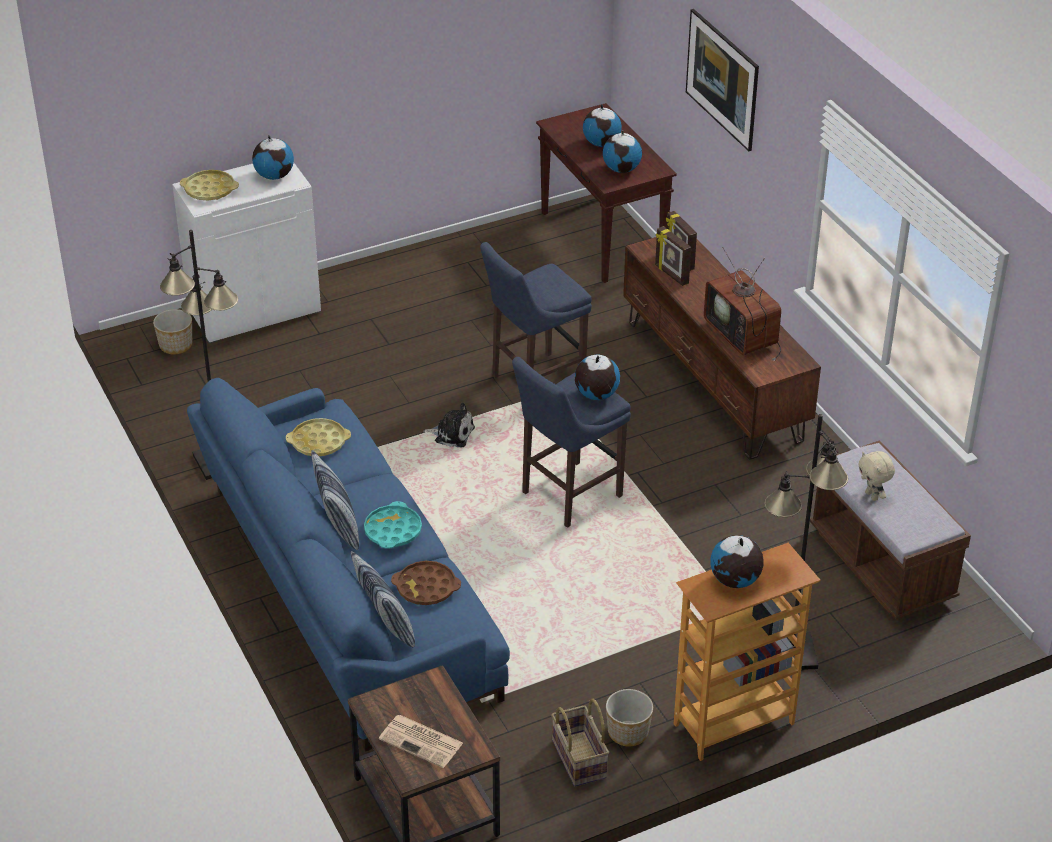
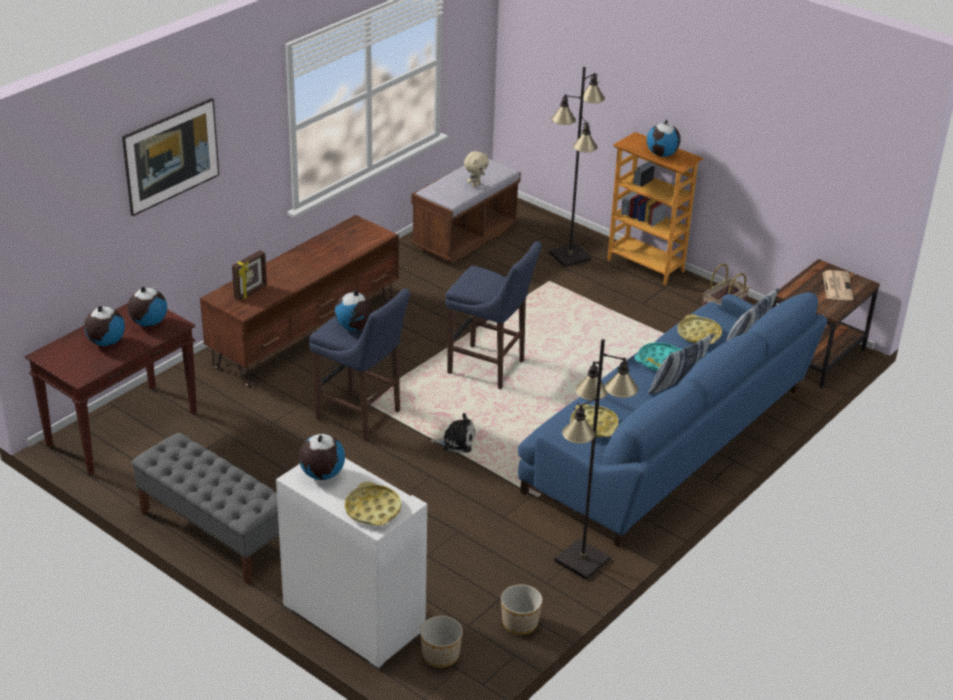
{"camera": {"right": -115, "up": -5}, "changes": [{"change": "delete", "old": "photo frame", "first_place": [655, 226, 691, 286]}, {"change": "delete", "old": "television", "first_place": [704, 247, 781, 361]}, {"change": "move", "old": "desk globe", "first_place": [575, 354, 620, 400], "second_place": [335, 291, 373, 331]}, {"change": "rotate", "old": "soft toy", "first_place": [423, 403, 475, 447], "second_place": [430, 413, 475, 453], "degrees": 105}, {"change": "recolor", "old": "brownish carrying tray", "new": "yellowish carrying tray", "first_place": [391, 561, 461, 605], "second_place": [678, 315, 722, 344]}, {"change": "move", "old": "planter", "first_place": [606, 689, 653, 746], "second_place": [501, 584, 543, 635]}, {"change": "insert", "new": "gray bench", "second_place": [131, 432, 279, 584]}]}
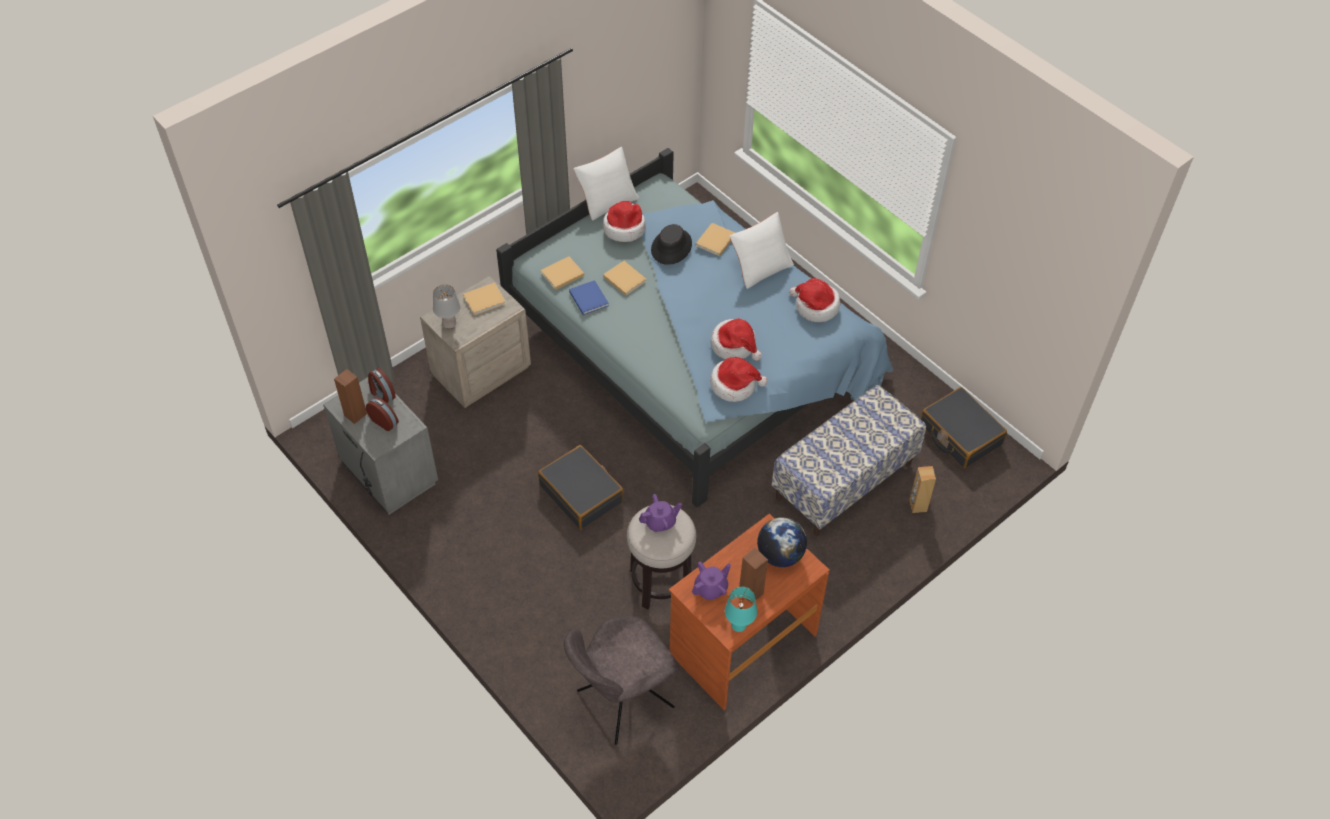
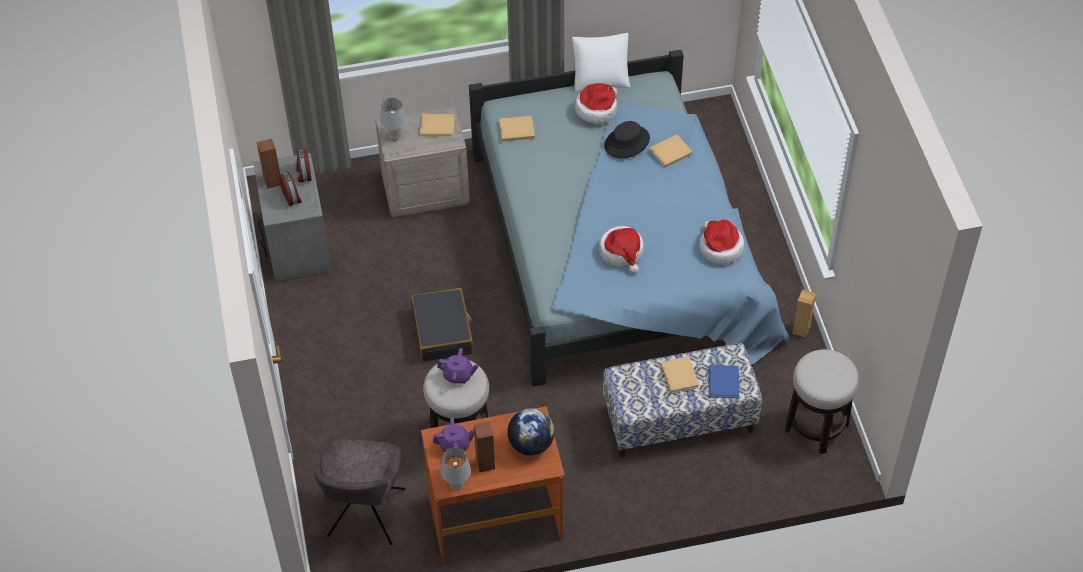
{"camera": {"right": 30, "up": 0}, "changes": [{"change": "delete", "old": "white-coloured cushion", "first_place": [730, 212, 794, 289]}, {"change": "move", "old": "beige-coloured volume", "first_place": [603, 261, 647, 296], "second_place": [661, 356, 699, 393]}, {"change": "move", "old": "bluish volume", "first_place": [569, 280, 609, 315], "second_place": [709, 365, 739, 398]}, {"change": "delete", "old": "clothing hat", "first_place": [710, 357, 768, 402]}, {"change": "replace", "old": "blackish travel case", "new": "sitting stool", "first_place": [921, 387, 1007, 469], "second_place": [785, 349, 859, 454]}, {"change": "move", "old": "brownish speaker", "first_place": [909, 466, 936, 513], "second_place": [792, 289, 816, 338]}, {"change": "recolor", "old": "blue-green lamp for a table", "new": "gray lamp for a table", "first_place": [725, 587, 757, 632], "second_place": [441, 447, 471, 490]}, {"change": "rotate", "old": "gray plain chair", "first_place": [564, 616, 678, 745], "second_place": [314, 438, 405, 545], "degrees": -75}]}
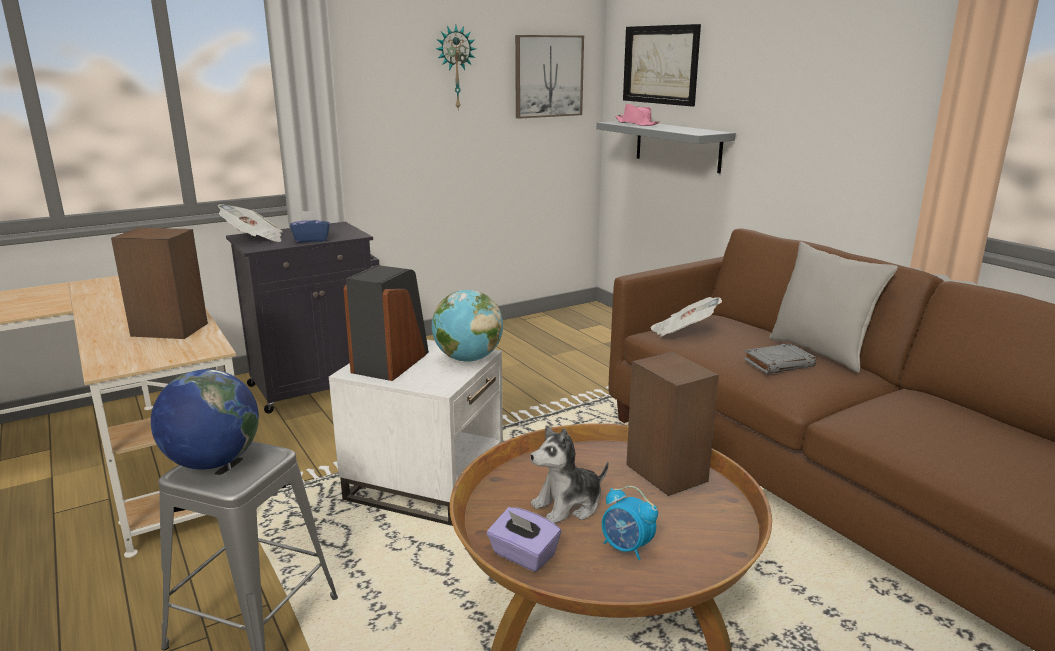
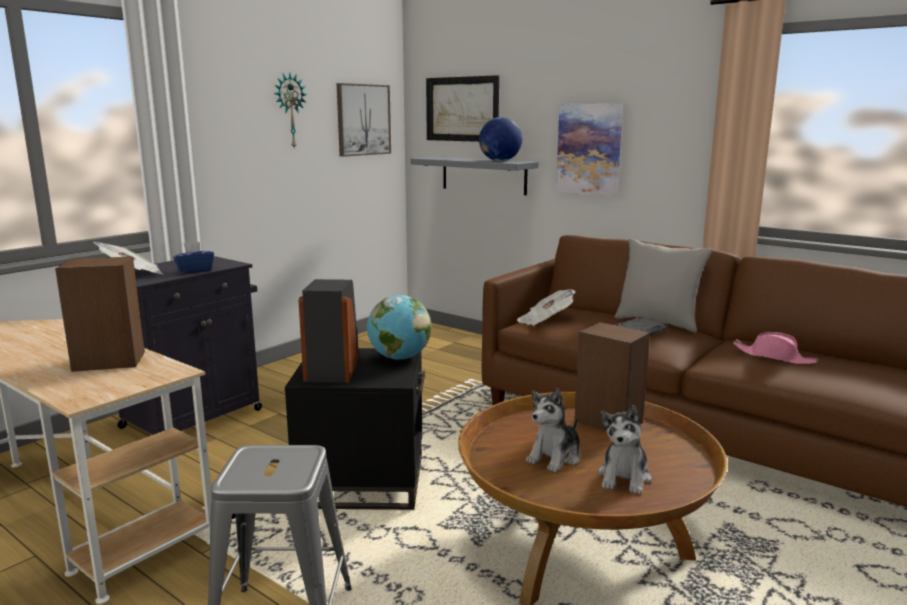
{"camera": {"right": -20, "up": -5}, "changes": [{"change": "move", "old": "pink-coloured clothing hat", "first_place": [615, 104, 660, 126], "second_place": [733, 332, 819, 364]}, {"change": "recolor", "old": "white-coloured accent table", "new": "blackish accent table", "first_place": [329, 340, 503, 526], "second_place": [285, 348, 425, 510]}, {"change": "move", "old": "desk globe", "first_place": [151, 369, 259, 470], "second_place": [479, 117, 522, 161]}, {"change": "replace", "old": "table clock", "new": "soft toy", "first_place": [602, 486, 658, 560], "second_place": [598, 405, 652, 494]}, {"change": "delete", "old": "purplish box of tissues", "first_place": [487, 507, 561, 572]}, {"change": "insert", "new": "picture", "second_place": [556, 103, 623, 196]}]}
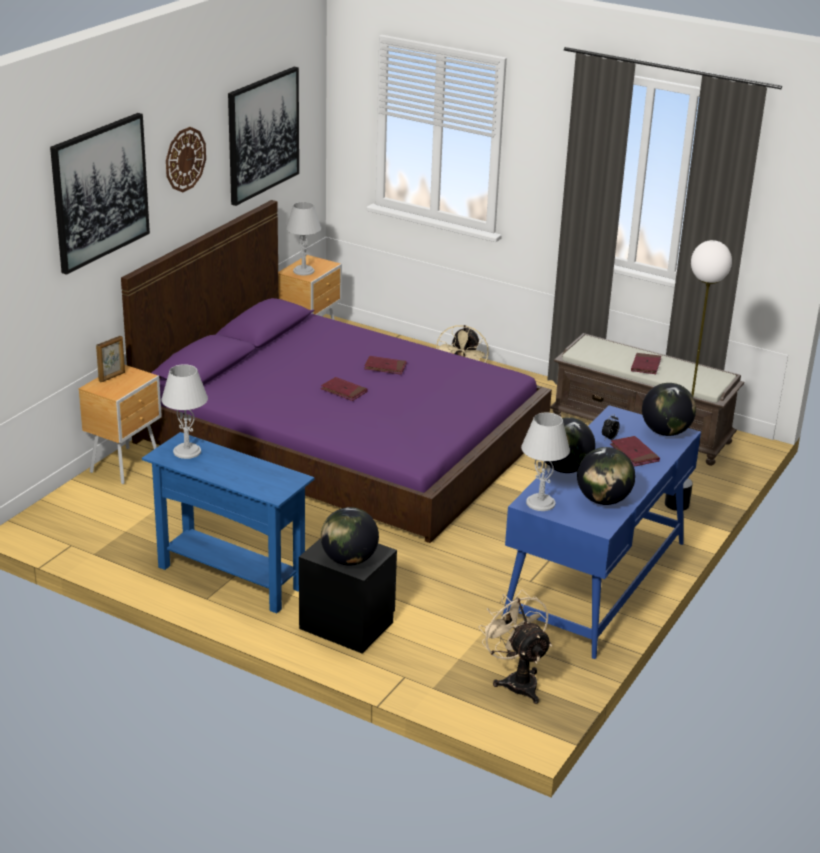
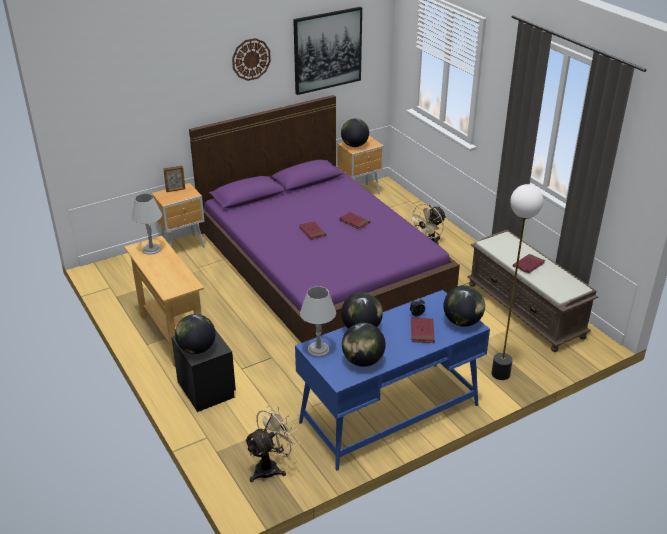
{"camera": {"right": 30, "up": 5}, "changes": [{"change": "delete", "old": "picture", "first_place": [50, 113, 150, 275]}, {"change": "replace", "old": "gray lamp for a table", "new": "desk globe", "first_place": [286, 202, 321, 275], "second_place": [341, 119, 369, 147]}, {"change": "recolor", "old": "bluish hall table", "new": "beige-coloured hall table", "first_place": [142, 432, 314, 614], "second_place": [124, 236, 204, 367]}, {"change": "rotate", "old": "beige-coloured fan", "first_place": [478, 590, 552, 704], "second_place": [244, 406, 300, 482], "degrees": 45}]}
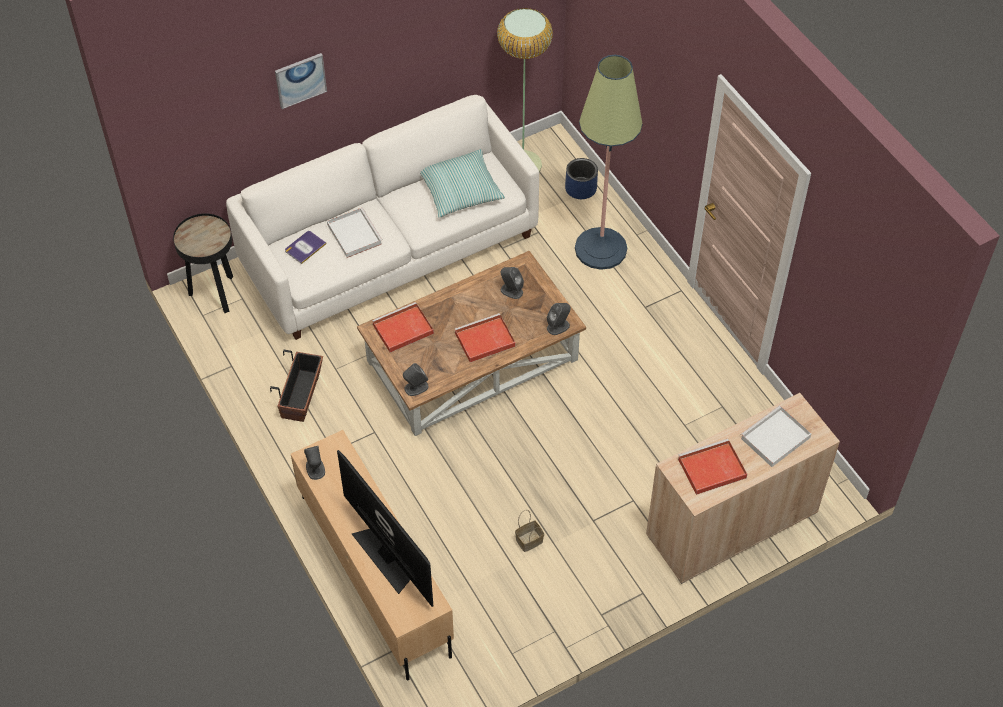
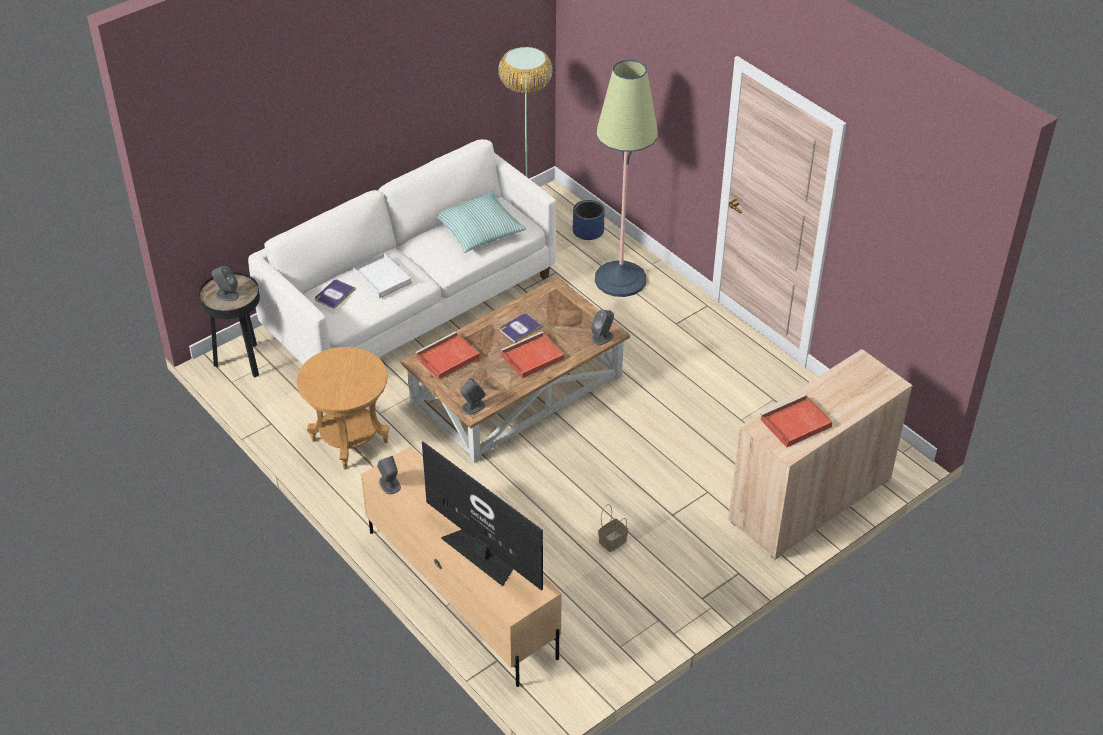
{"camera": {"right": -10, "up": -10}, "changes": [{"change": "delete", "old": "picture", "first_place": [275, 53, 327, 109]}, {"change": "move", "old": "gray speaker", "first_place": [500, 267, 524, 299], "second_place": [212, 266, 239, 301]}, {"change": "replace", "old": "planter", "new": "brownish accent table", "first_place": [270, 350, 323, 422], "second_place": [297, 347, 389, 469]}, {"change": "delete", "old": "white-coloured carrying tray", "first_place": [741, 406, 811, 467]}, {"change": "insert", "new": "volume", "second_place": [500, 313, 542, 343]}]}
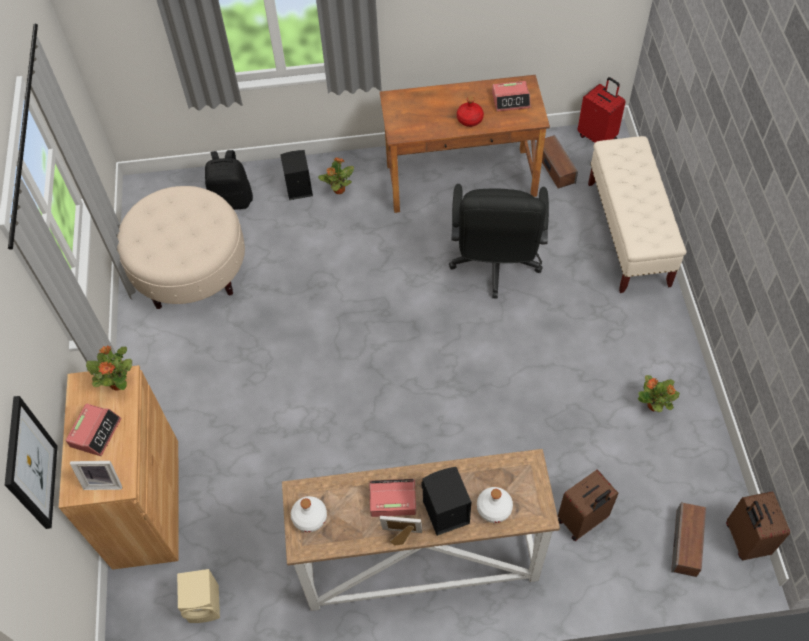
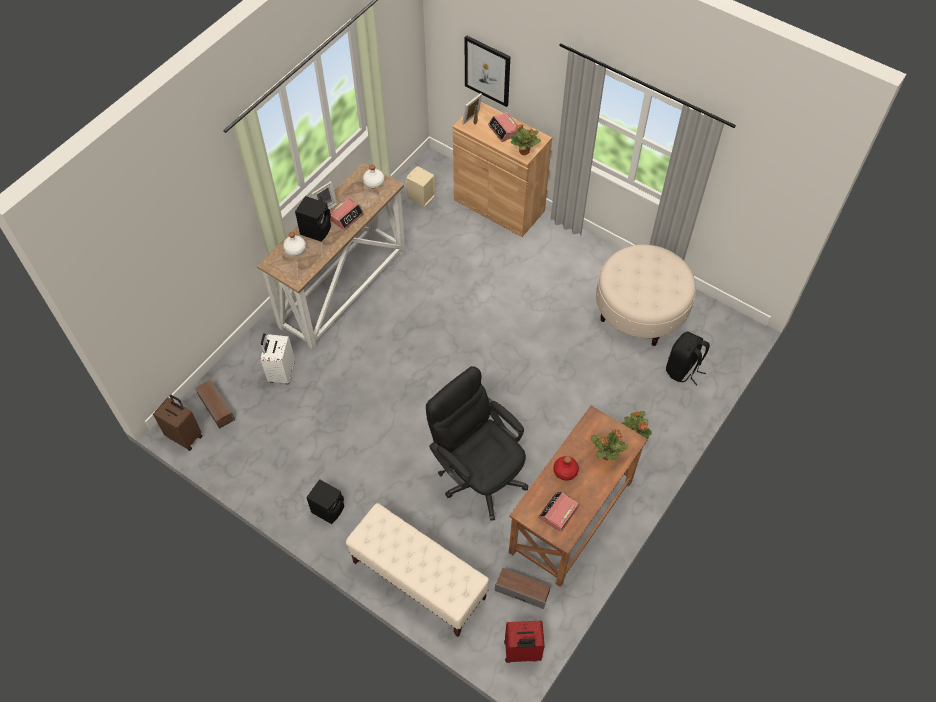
{"camera": {"right": 130, "up": 0}, "changes": [{"change": "move", "old": "blackish speaker", "first_place": [280, 150, 313, 200], "second_place": [306, 479, 344, 524]}, {"change": "move", "old": "plant in a pot", "first_place": [638, 375, 680, 412], "second_place": [591, 429, 629, 461]}, {"change": "recolor", "old": "brownish travel case", "new": "white-coloured travel case", "first_place": [558, 469, 618, 541], "second_place": [261, 333, 295, 384]}]}
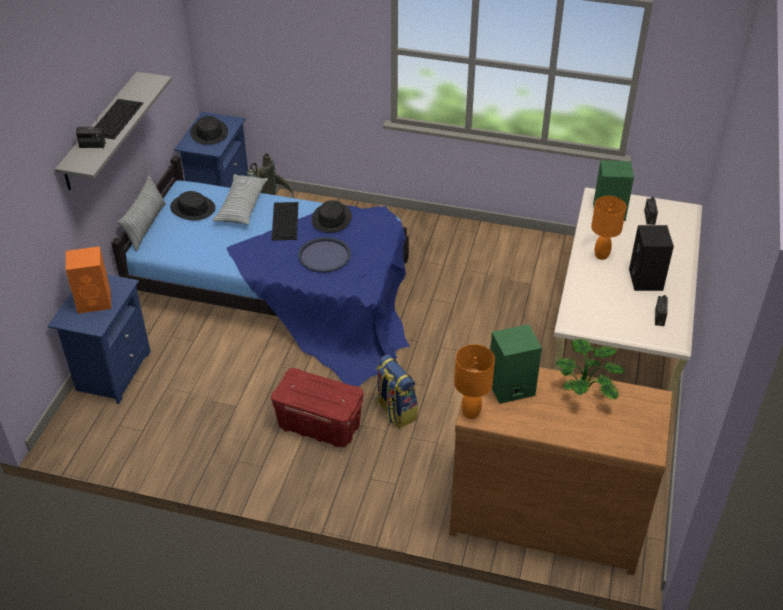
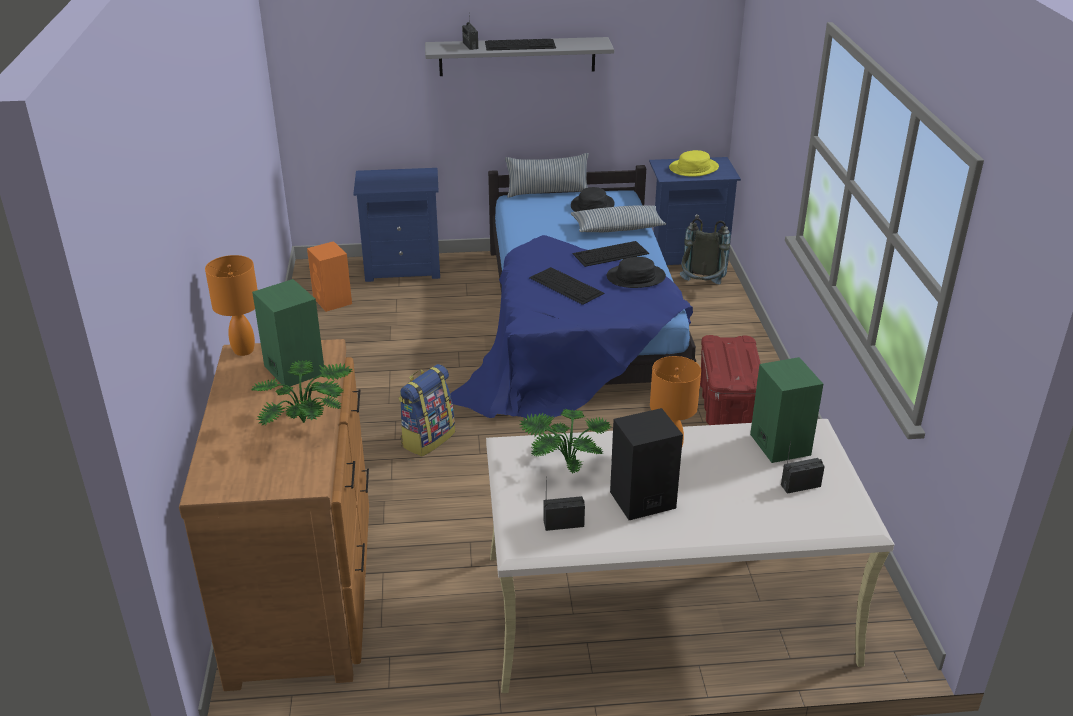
{"camera": {"right": 70, "up": -10}, "changes": [{"change": "recolor", "old": "blackish clothing hat", "new": "yellowish clothing hat", "first_place": [190, 116, 228, 145], "second_place": [669, 150, 719, 177]}, {"change": "replace", "old": "bluish carrying tray", "new": "computer keyboard", "first_place": [298, 237, 351, 273], "second_place": [529, 267, 604, 305]}, {"change": "move", "old": "orange-coloured speaker", "first_place": [66, 246, 111, 314], "second_place": [307, 241, 352, 312]}, {"change": "move", "old": "reddish storage container", "first_place": [271, 368, 364, 447], "second_place": [700, 335, 761, 425]}, {"change": "insert", "new": "plant in a pot", "second_place": [519, 409, 612, 473]}]}
